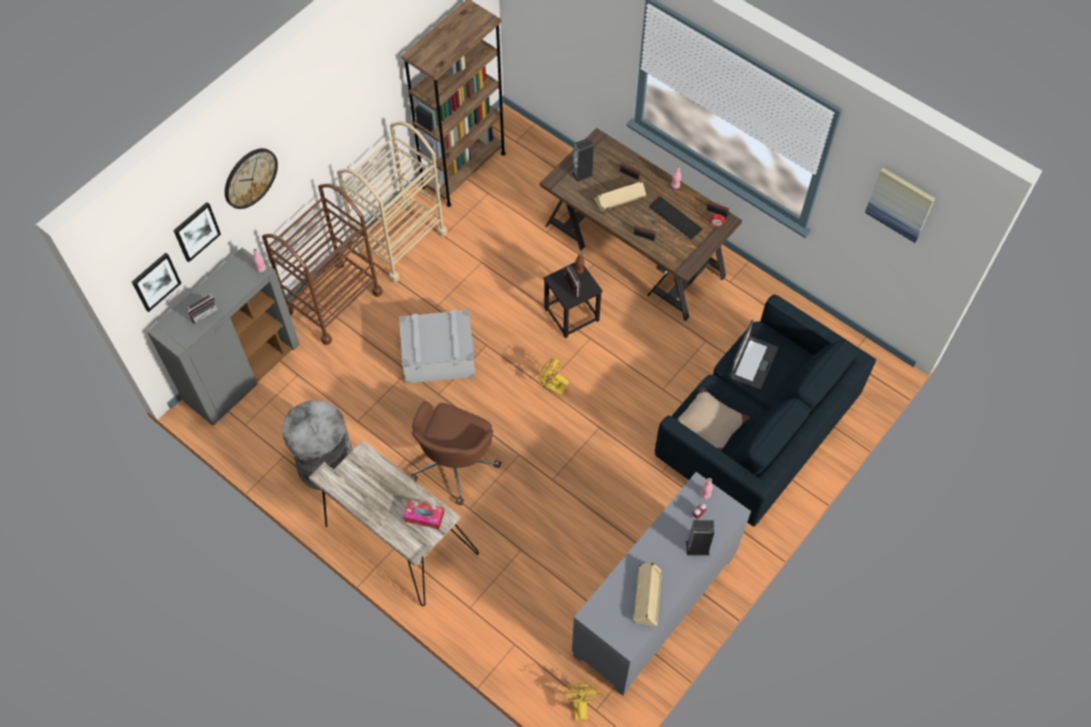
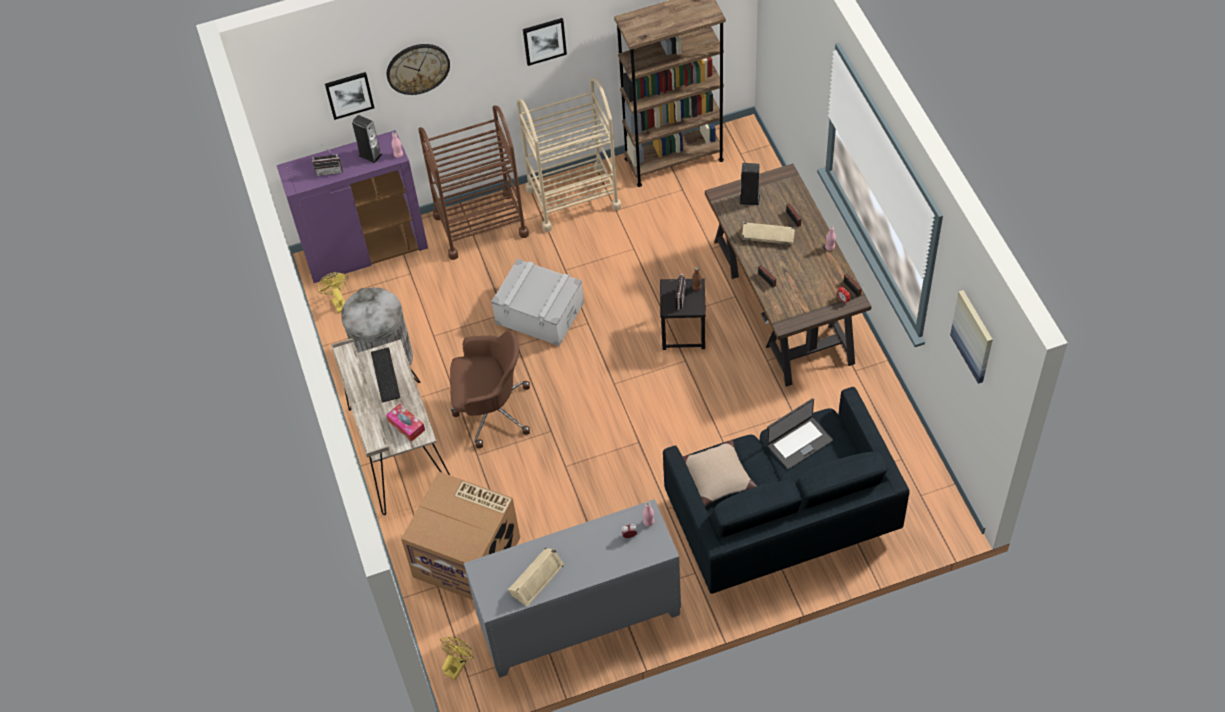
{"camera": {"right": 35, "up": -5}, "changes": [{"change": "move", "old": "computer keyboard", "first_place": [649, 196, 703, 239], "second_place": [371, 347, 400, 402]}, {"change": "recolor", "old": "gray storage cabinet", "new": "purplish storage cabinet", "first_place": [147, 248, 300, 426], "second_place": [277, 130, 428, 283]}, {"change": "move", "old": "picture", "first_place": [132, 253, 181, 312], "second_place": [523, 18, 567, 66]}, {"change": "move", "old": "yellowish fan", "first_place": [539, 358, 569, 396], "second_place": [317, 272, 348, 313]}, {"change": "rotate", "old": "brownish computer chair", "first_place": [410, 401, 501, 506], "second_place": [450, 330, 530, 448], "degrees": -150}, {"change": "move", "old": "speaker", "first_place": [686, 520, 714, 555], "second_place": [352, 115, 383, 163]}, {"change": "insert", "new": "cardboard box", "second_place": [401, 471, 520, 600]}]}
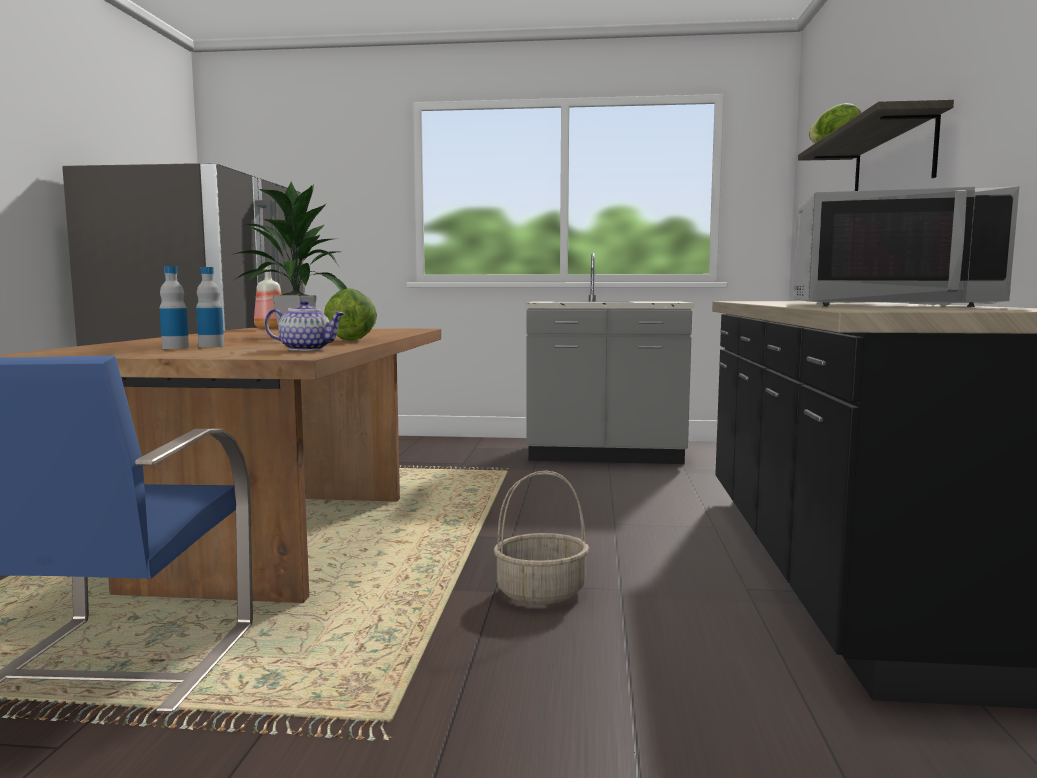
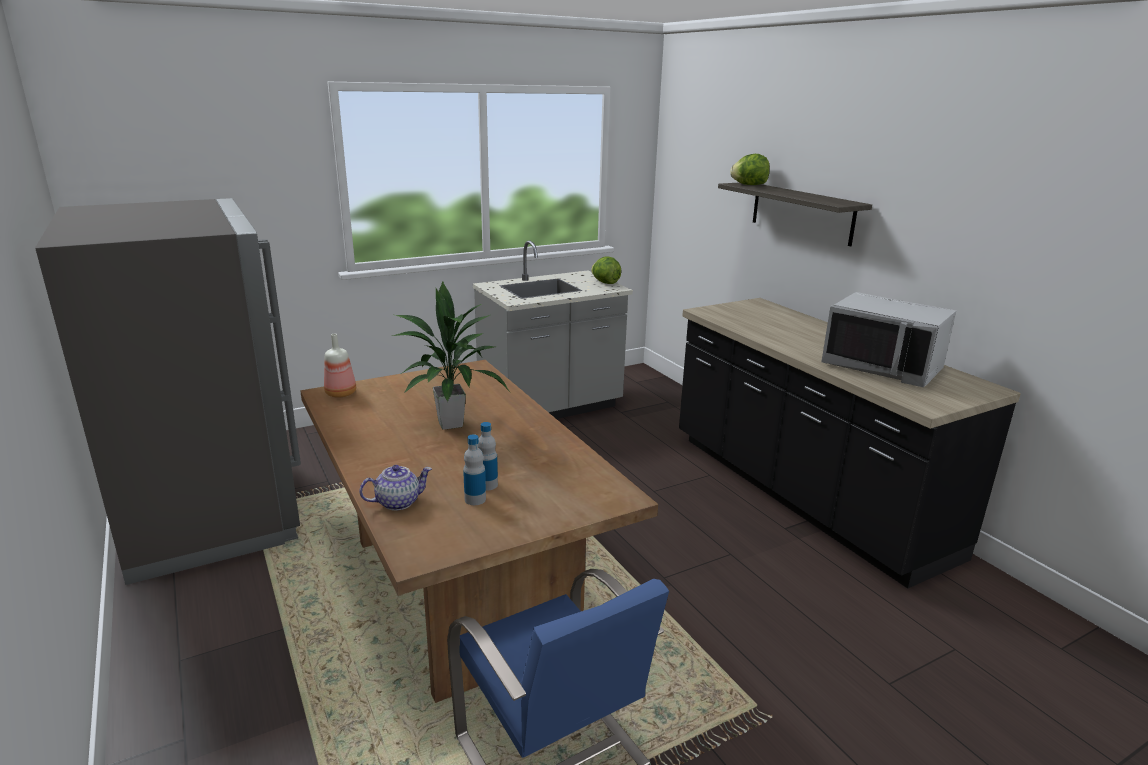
{"camera": {"right": -35, "up": 15}, "changes": [{"change": "rotate", "old": "gray kitchen microwave", "first_place": [793, 186, 1019, 307], "second_place": [821, 292, 956, 387], "degrees": 60}, {"change": "move", "old": "lettuce head", "first_place": [324, 288, 377, 341], "second_place": [591, 256, 622, 284]}, {"change": "move", "old": "tea pot", "first_place": [265, 300, 345, 351], "second_place": [359, 465, 432, 511]}, {"change": "delete", "old": "storage basket", "first_place": [494, 470, 590, 605]}]}
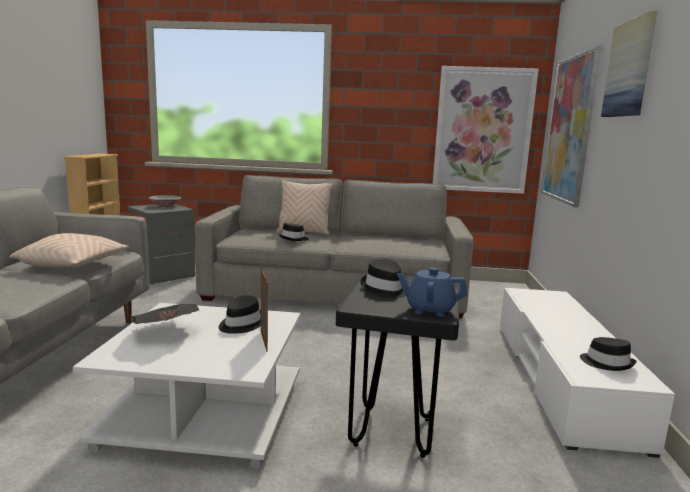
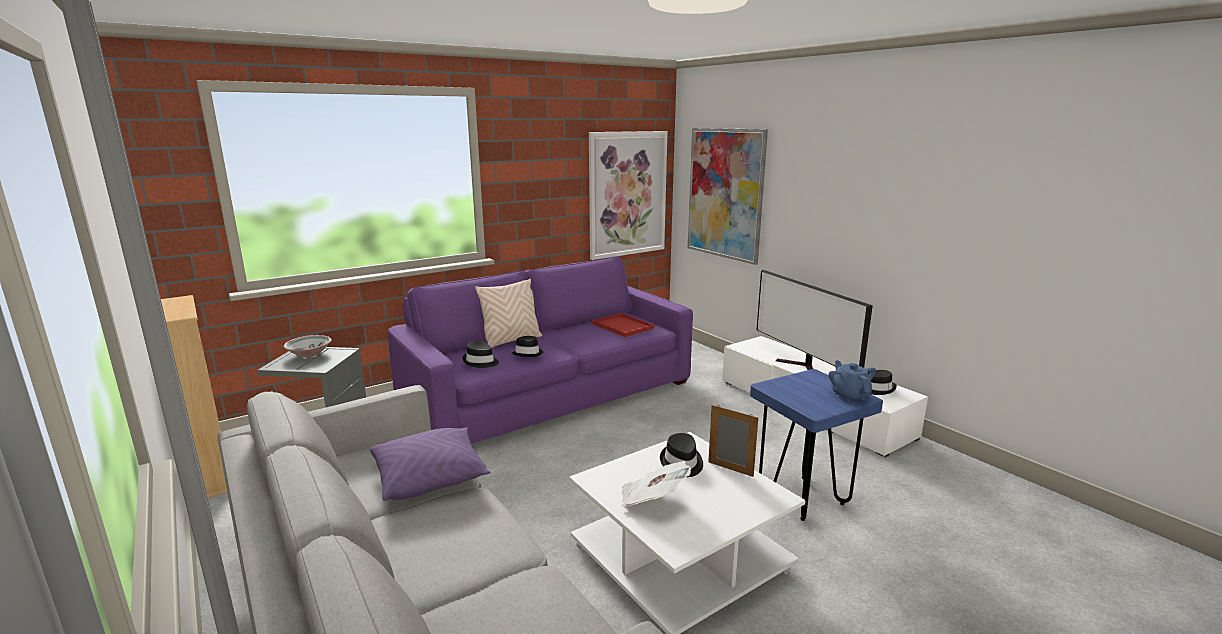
{"camera": {"right": -40, "up": 5}, "changes": [{"change": "delete", "old": "picture", "first_place": [601, 11, 657, 117]}, {"change": "recolor", "old": "gray settee", "new": "purplish settee", "first_place": [195, 175, 473, 318], "second_place": [388, 256, 693, 444]}, {"change": "recolor", "old": "beige-coloured cushion", "new": "purplish cushion", "first_place": [9, 233, 129, 268], "second_place": [370, 428, 490, 501]}, {"change": "move", "old": "blackish clothing hat", "first_place": [360, 259, 405, 298], "second_place": [462, 341, 499, 368]}, {"change": "rotate", "old": "bluish tea pot", "first_place": [397, 267, 468, 317], "second_place": [828, 360, 876, 402], "degrees": 105}, {"change": "recolor", "old": "blackish sitting stool", "new": "bluish sitting stool", "first_place": [336, 279, 459, 458], "second_place": [750, 369, 883, 521]}, {"change": "insert", "new": "television", "second_place": [757, 269, 873, 370]}, {"change": "insert", "new": "reddish carrying tray", "second_place": [592, 313, 654, 337]}]}
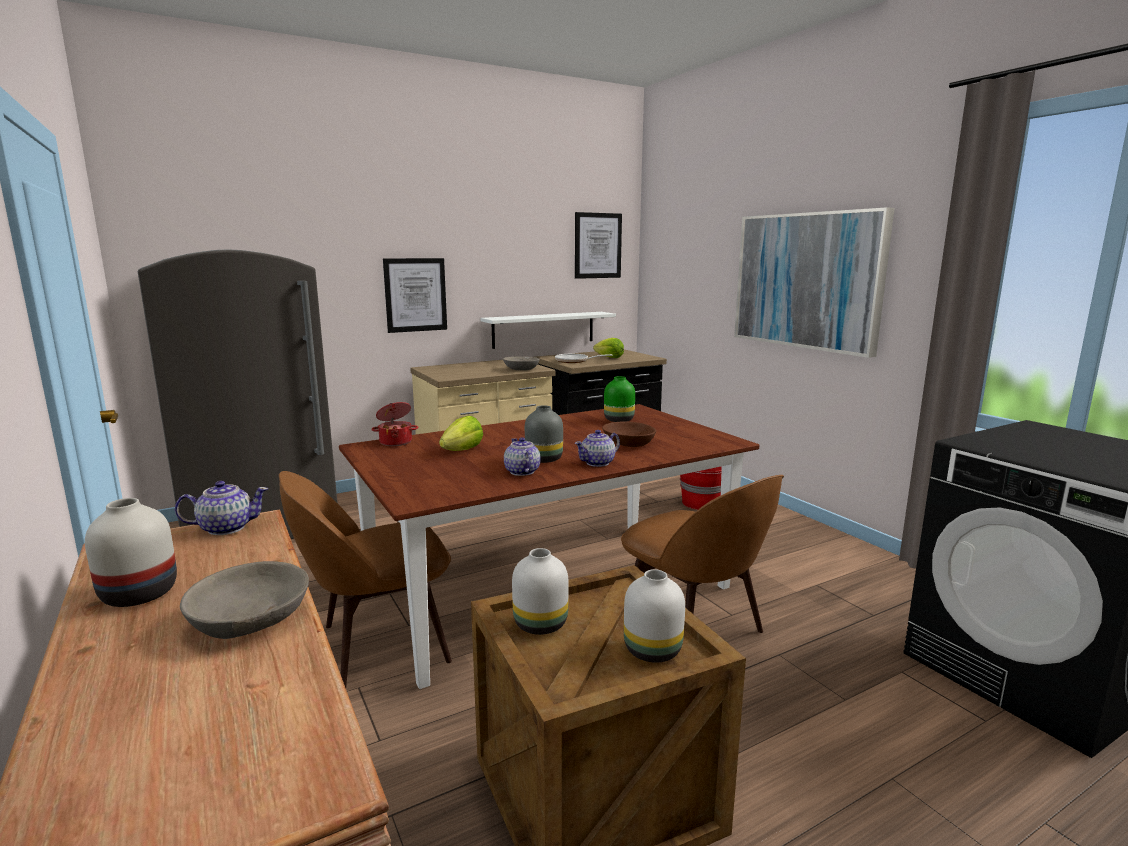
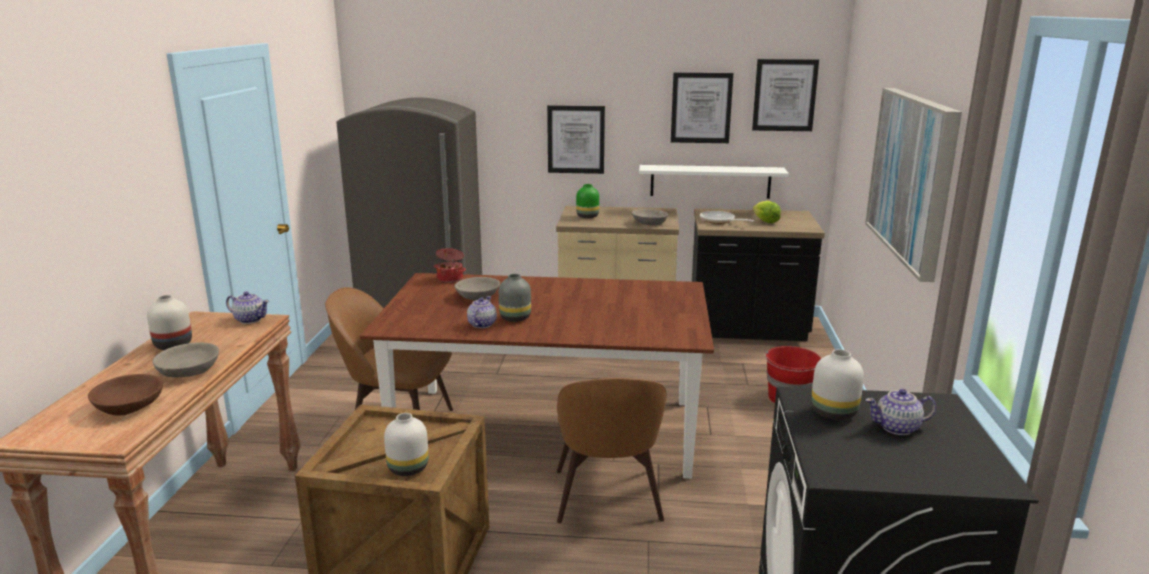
{"camera": {"right": 35, "up": 5}, "changes": [{"change": "move", "old": "greenish vase", "first_place": [604, 376, 635, 422], "second_place": [576, 184, 599, 218]}, {"change": "replace", "old": "lettuce head", "new": "gray serving bowl", "first_place": [439, 416, 483, 451], "second_place": [454, 277, 500, 301]}, {"change": "move", "old": "brownish serving bowl", "first_place": [602, 421, 657, 447], "second_place": [88, 374, 163, 415]}, {"change": "move", "old": "tea pot", "first_place": [575, 430, 620, 467], "second_place": [866, 389, 936, 435]}, {"change": "move", "old": "white-coloured vase", "first_place": [512, 548, 569, 635], "second_place": [811, 349, 864, 420]}, {"change": "insert", "new": "picture", "second_place": [671, 72, 733, 143]}]}
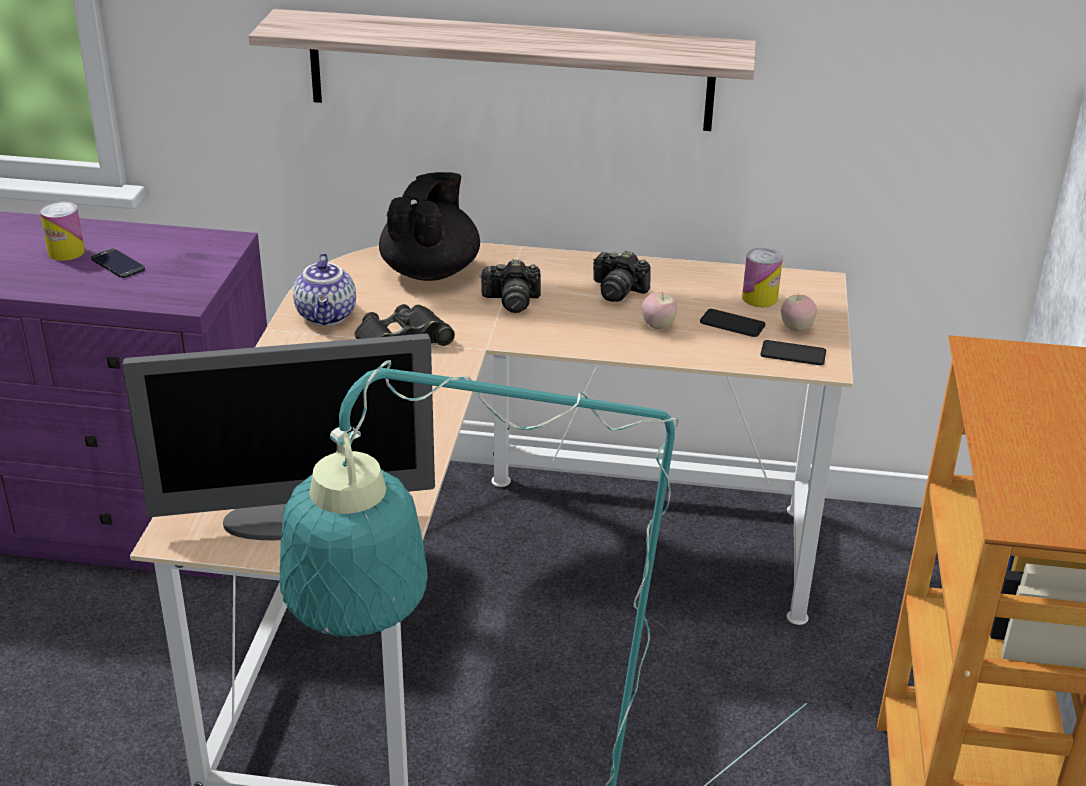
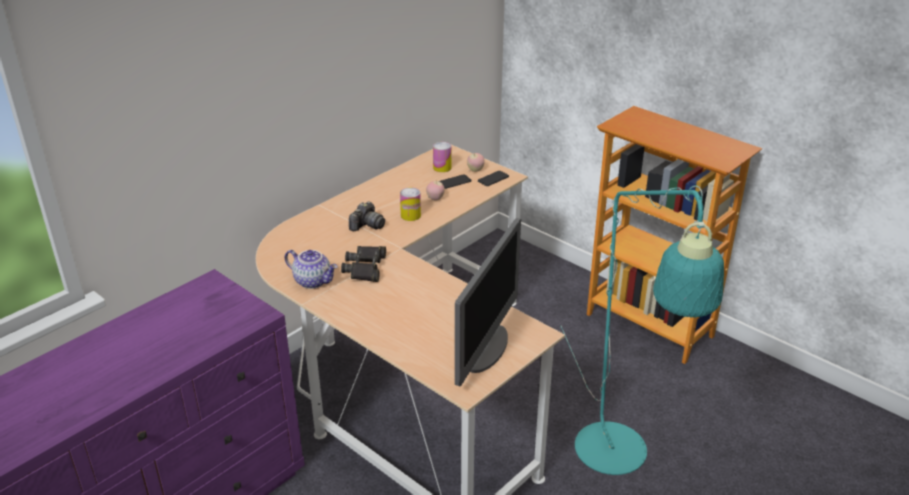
{"camera": {"right": -55, "up": 0}, "changes": [{"change": "delete", "old": "wall shelf", "first_place": [249, 9, 756, 131]}, {"change": "delete", "old": "blackish tea pot", "first_place": [379, 172, 480, 281]}, {"change": "move", "old": "can", "first_place": [40, 202, 85, 261], "second_place": [400, 188, 421, 221]}, {"change": "delete", "old": "telephone", "first_place": [91, 248, 145, 278]}, {"change": "delete", "old": "photo camera", "first_place": [593, 250, 651, 302]}]}
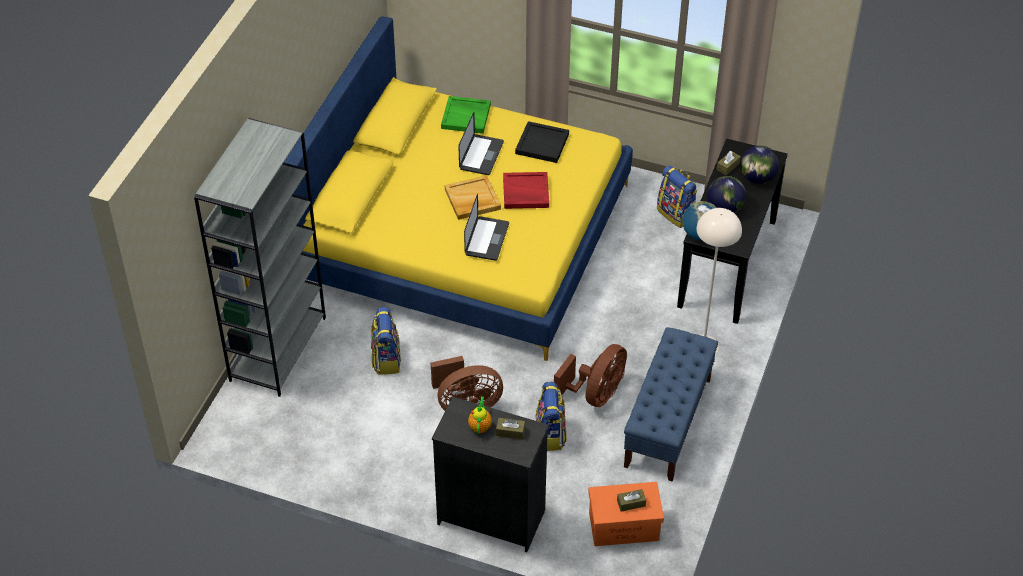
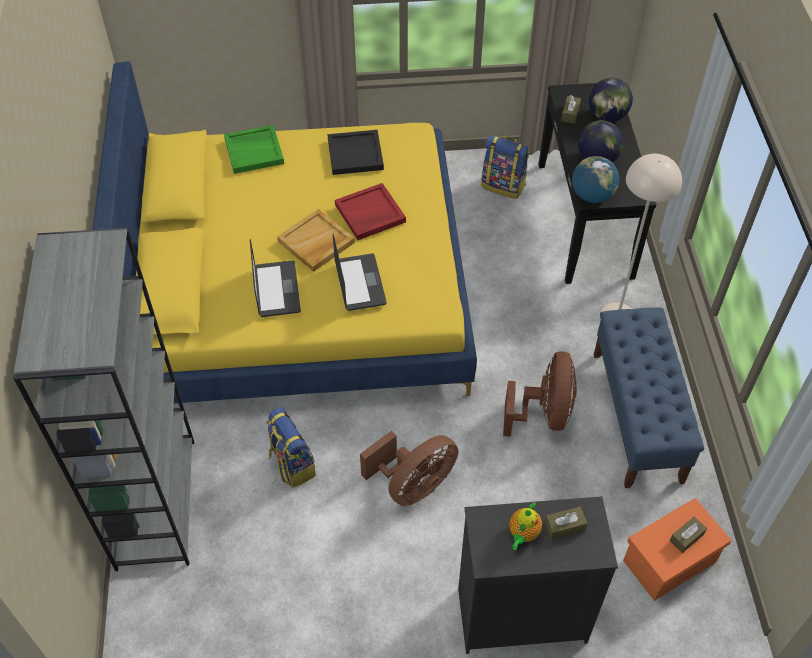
{"camera": {"right": -25, "up": 5}, "changes": [{"change": "move", "old": "portable computer", "first_place": [458, 112, 504, 175], "second_place": [250, 239, 301, 317]}, {"change": "delete", "old": "knapsack", "first_place": [536, 382, 567, 451]}, {"change": "rotate", "old": "tea pot", "first_place": [468, 396, 492, 434], "second_place": [509, 502, 542, 550], "degrees": -135}]}
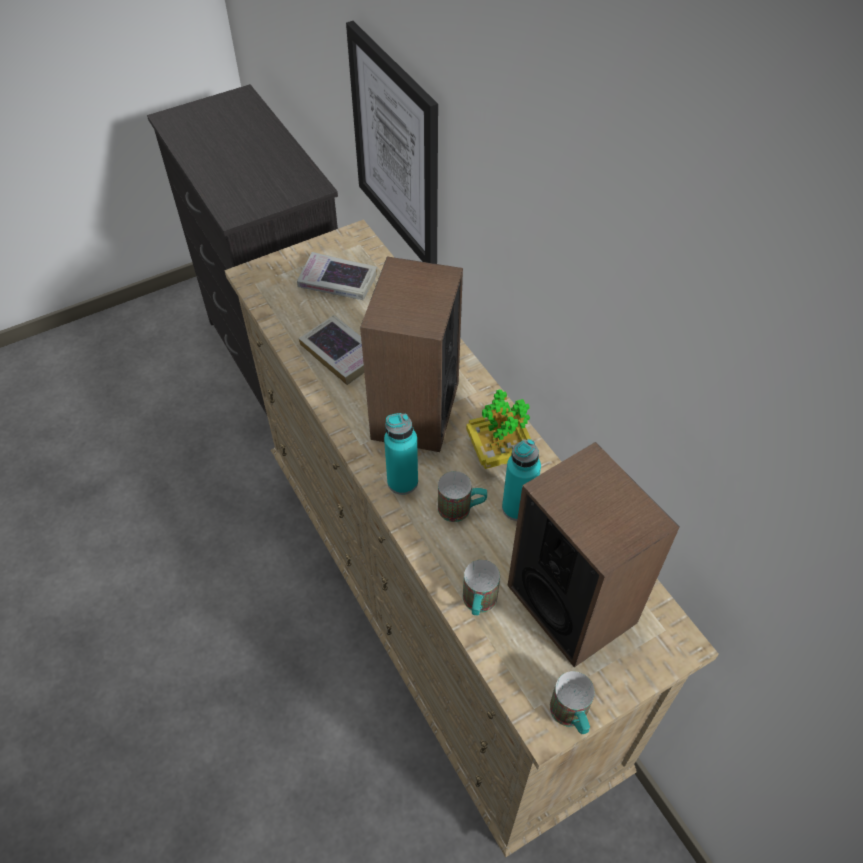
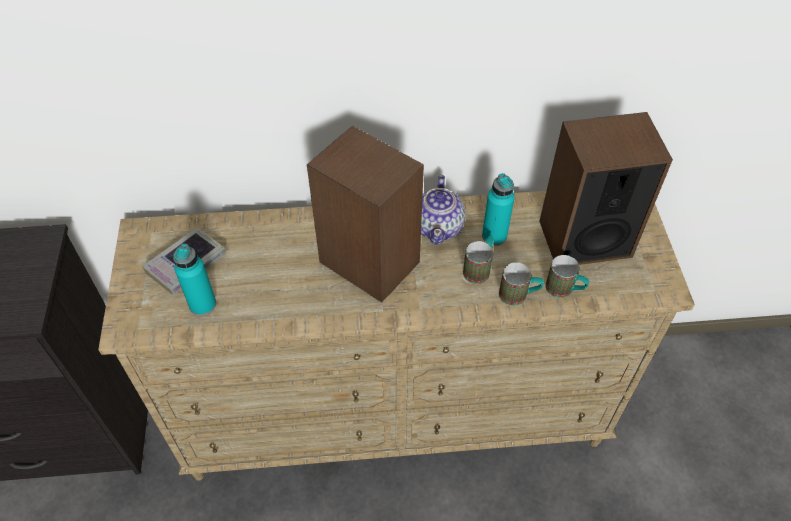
{"camera": {"right": -65, "up": 0}, "changes": [{"change": "delete", "old": "picture", "first_place": [346, 21, 438, 264]}, {"change": "delete", "old": "volume", "first_place": [299, 315, 364, 385]}, {"change": "replace", "old": "plant in a pot", "new": "tea pot", "first_place": [466, 389, 531, 469], "second_place": [421, 175, 465, 245]}, {"change": "move", "old": "blue-green beverage bottle", "first_place": [384, 413, 418, 495], "second_place": [173, 244, 216, 316]}, {"change": "move", "old": "coffee mug", "first_place": [550, 671, 595, 734], "second_place": [499, 262, 544, 306]}]}
